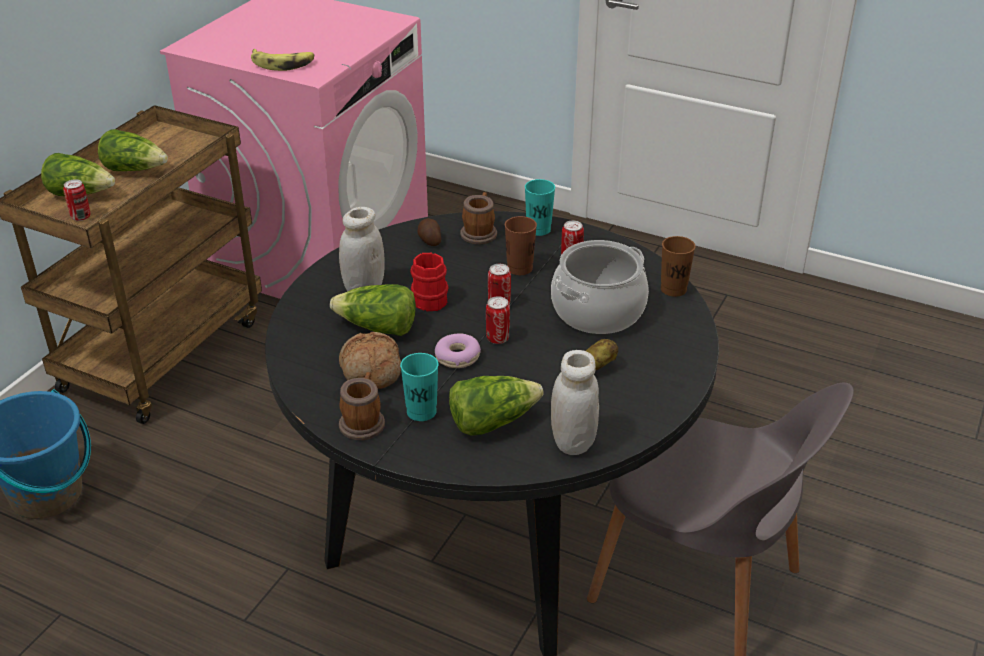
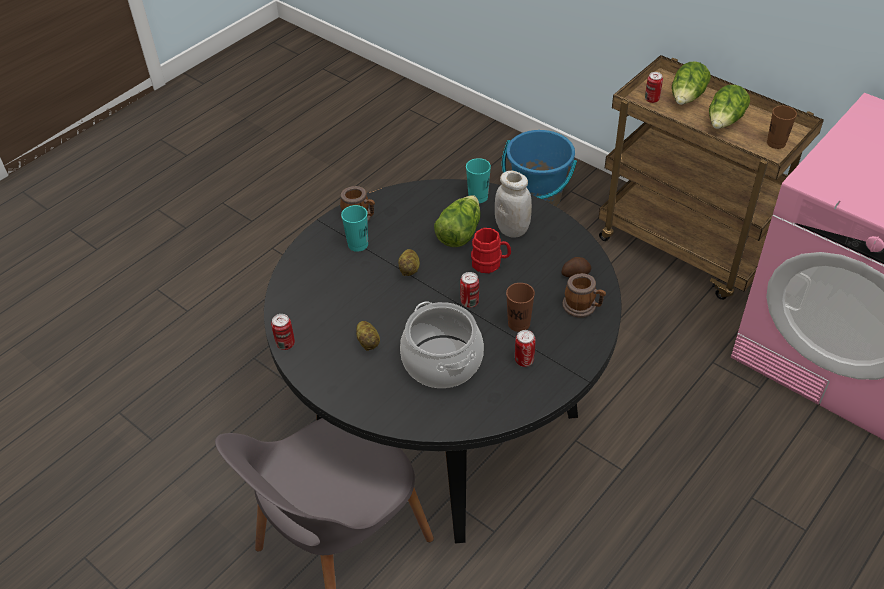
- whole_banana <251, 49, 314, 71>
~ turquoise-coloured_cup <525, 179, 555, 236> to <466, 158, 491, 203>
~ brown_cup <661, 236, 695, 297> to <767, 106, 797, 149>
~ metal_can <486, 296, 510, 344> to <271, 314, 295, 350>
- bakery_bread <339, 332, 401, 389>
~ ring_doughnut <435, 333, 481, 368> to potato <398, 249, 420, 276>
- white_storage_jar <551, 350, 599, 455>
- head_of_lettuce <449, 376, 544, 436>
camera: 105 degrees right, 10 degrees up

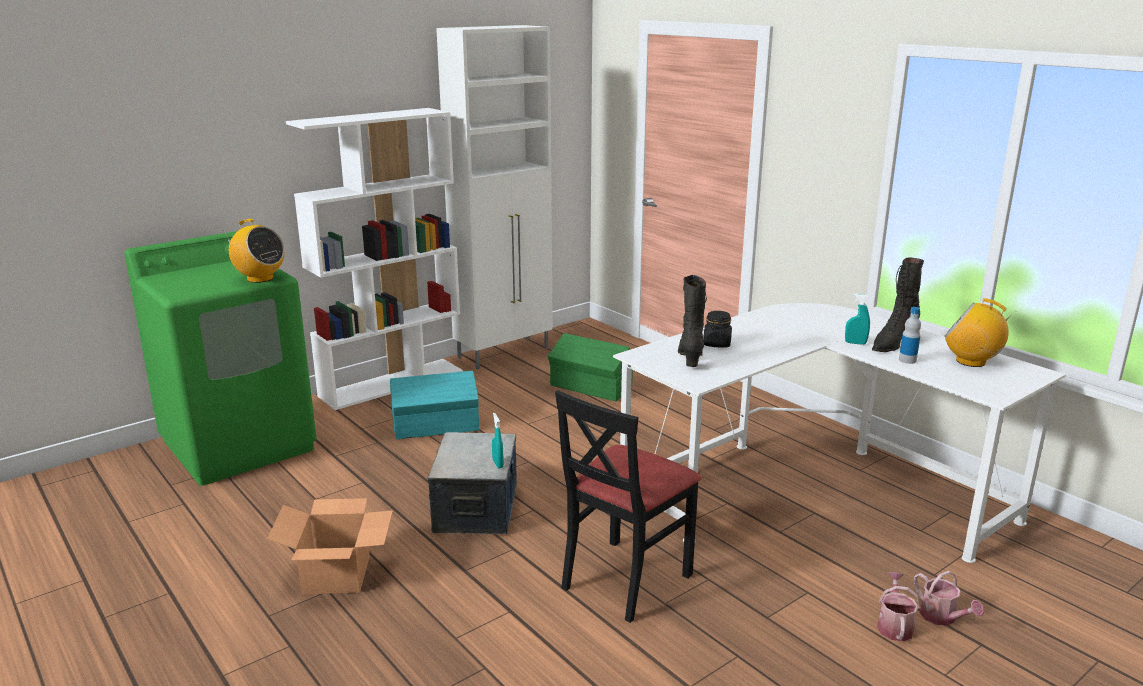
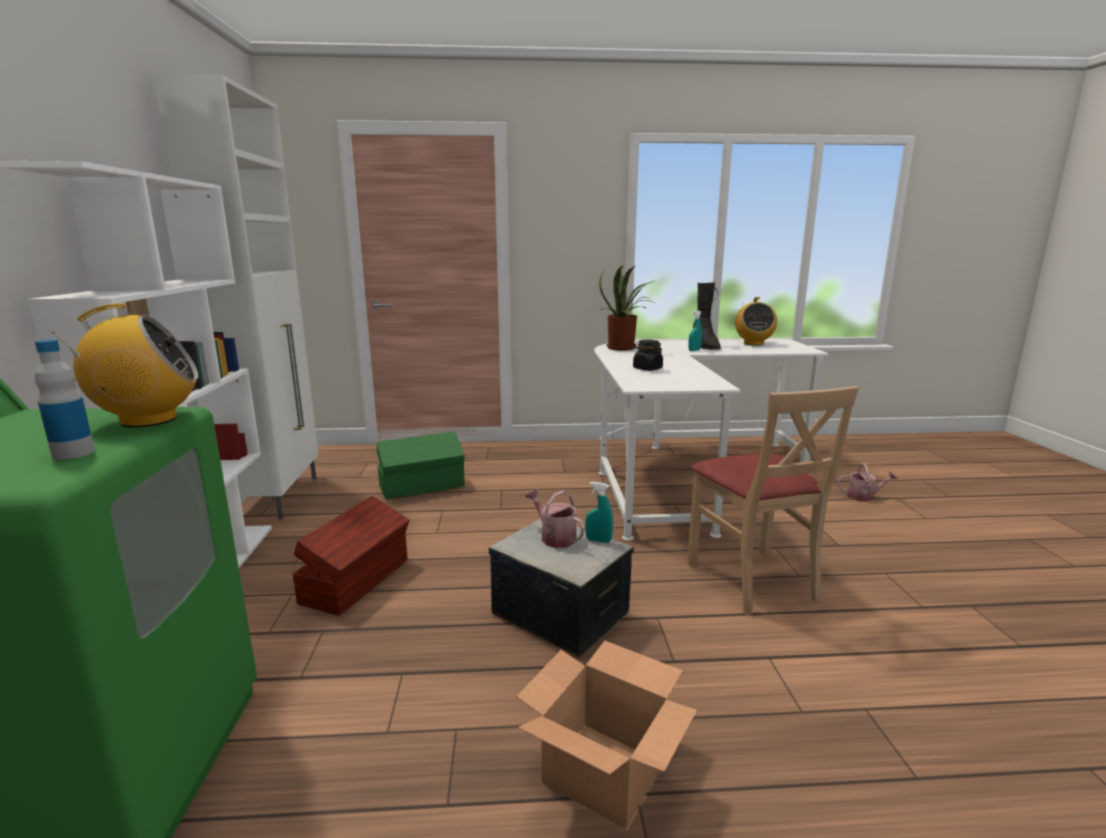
- black_high-top_boot <678, 275, 707, 367>
~ radio_set <944, 298, 1017, 367> = <735, 297, 777, 346> 60 degrees counterclockwise
~ drink_bottle <899, 307, 921, 364> to <34, 339, 95, 460>
~ turquoise-coloured_storage_container <390, 371, 479, 439> to brown_storage_container <293, 496, 410, 616>
~ black_upright_chair <555, 390, 702, 623> to beige_upright_chair <687, 386, 859, 615>
~ watering_pot <877, 572, 920, 641> to <525, 489, 585, 548>
+ plant_in_a_pot <599, 265, 657, 351>
camera: 55 degrees left, 5 degrees down

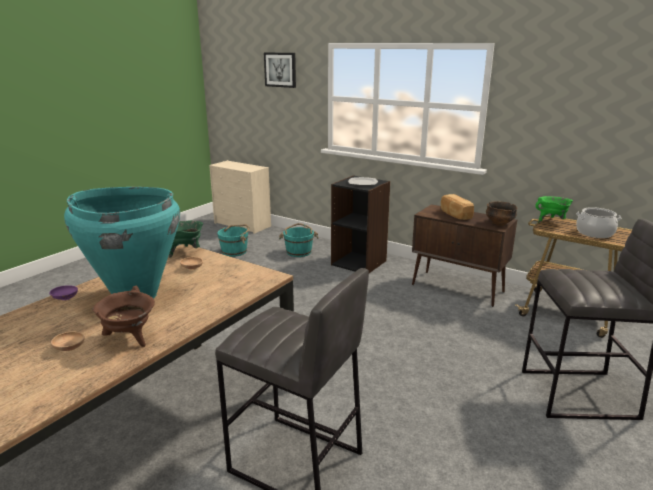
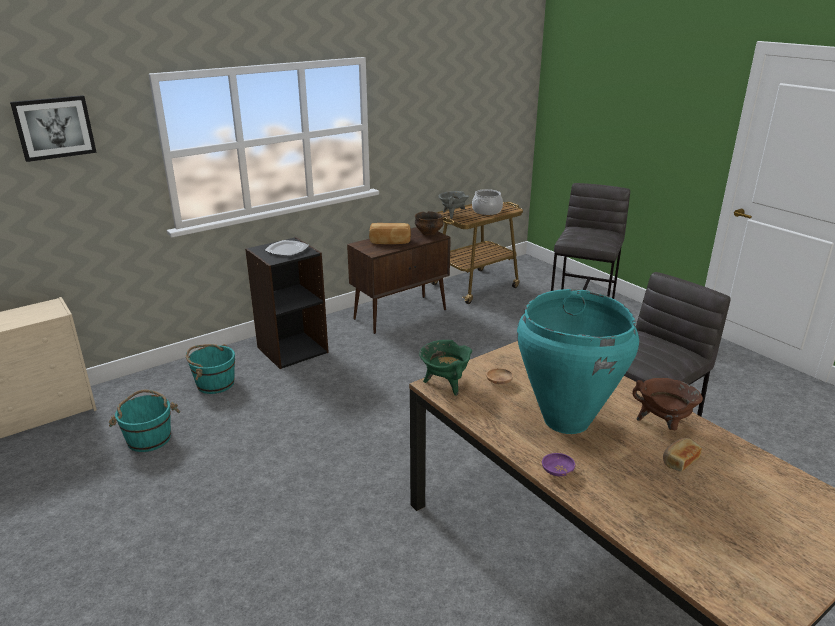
~ greenish_saucepot <535, 196, 573, 223> to greyish_saucepot <439, 191, 469, 219>
~ brown_bowl <51, 332, 85, 351> to bakery_bread <663, 438, 702, 472>
camera: 70 degrees left, 5 degrees up

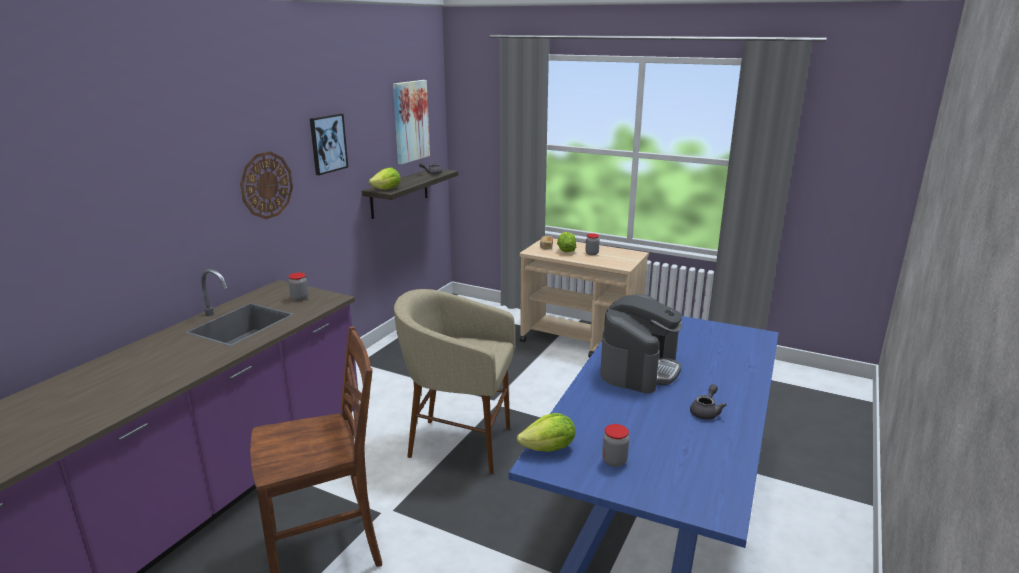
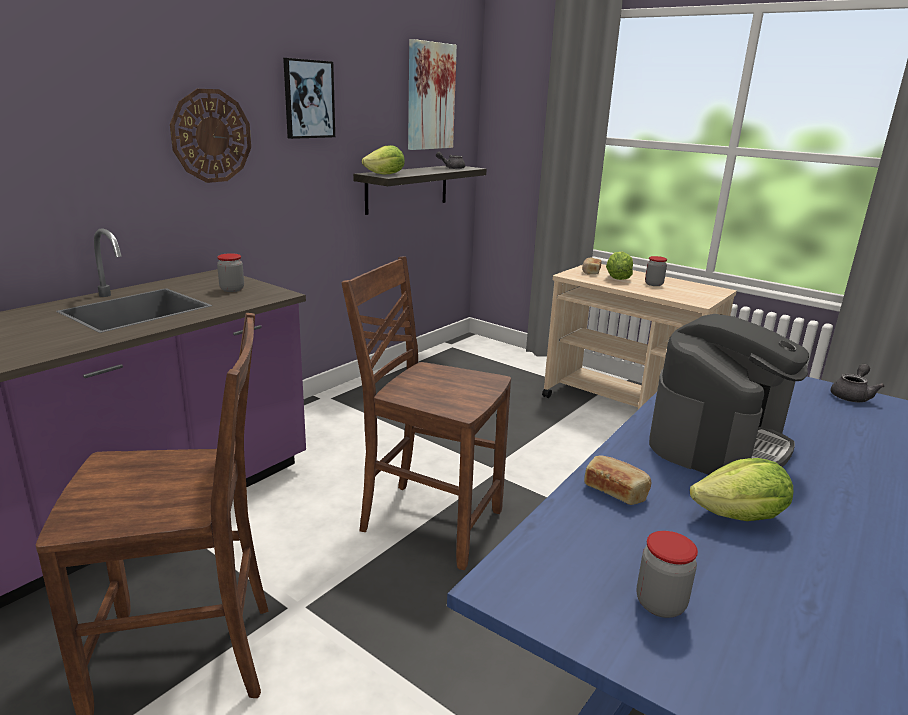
~ beige_stool_seat <394, 289, 515, 474> to brown_upright_chair <342, 256, 511, 570>
~ greyish_pot_for_tea <690, 384, 727, 420> to <831, 364, 884, 402>
~ head_of_lettuce <517, 413, 576, 452> to <690, 458, 793, 521>
+ bakery_bread <584, 455, 651, 505>
camera: 10 degrees right, 0 degrees up

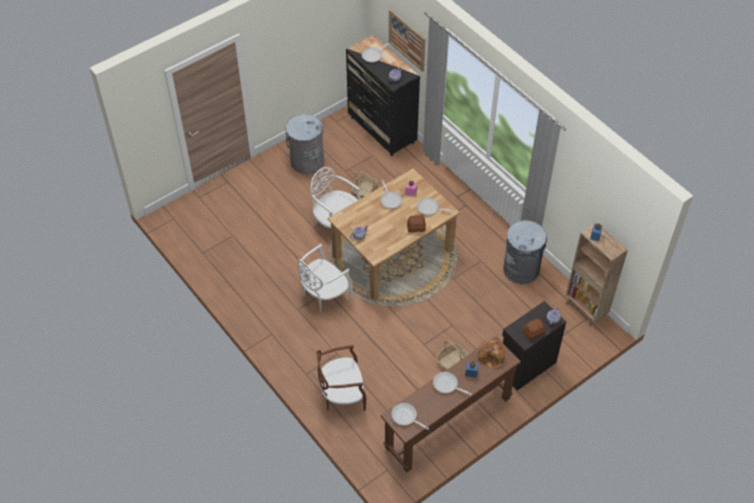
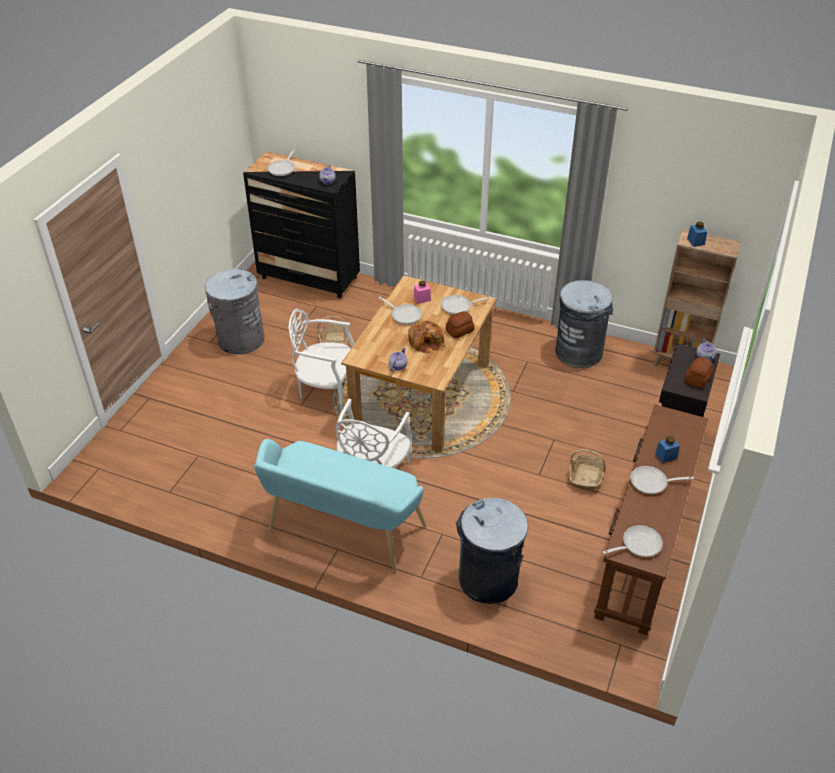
- wall_picture <389, 9, 426, 72>
~ bakery_bread <478, 340, 505, 368> to <408, 321, 446, 354>
~ brown_upright_chair <316, 345, 366, 411> to greyish_rubbish_bin <456, 498, 528, 604>
~ pan <391, 403, 429, 430> = <603, 525, 663, 557> 150 degrees clockwise
+ turquoise-coloured_bench <254, 439, 426, 574>
camera: 30 degrees left, 10 degrees down

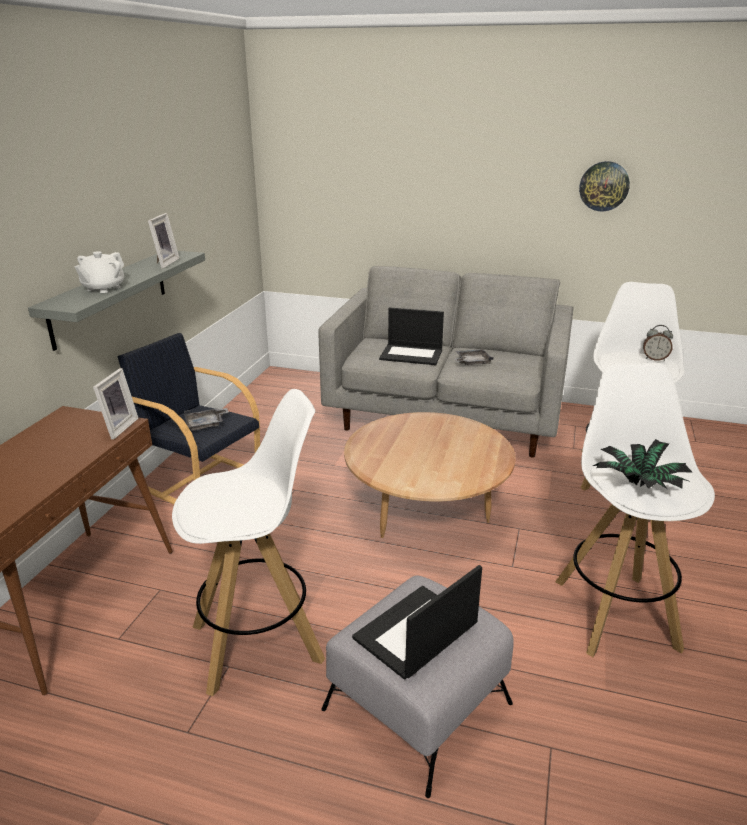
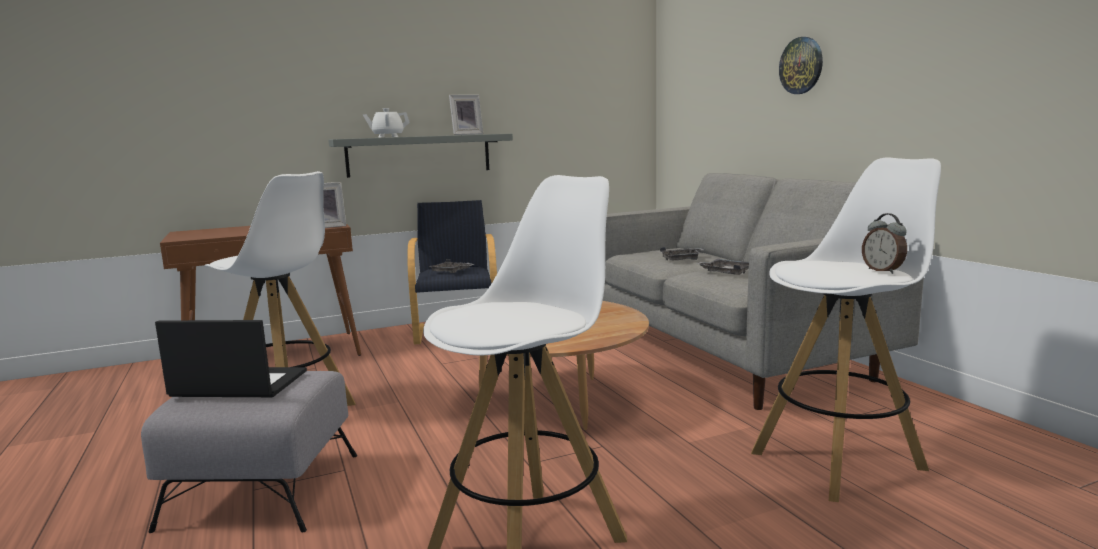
~ hanging_clock <579, 161, 630, 211> to <779, 37, 823, 94>
~ notebook_computer <379, 307, 444, 365> to greyish_carrying_tray <660, 247, 704, 261>
- plant_in_a_pot <593, 439, 692, 489>
camera: 50 degrees right, 15 degrees down

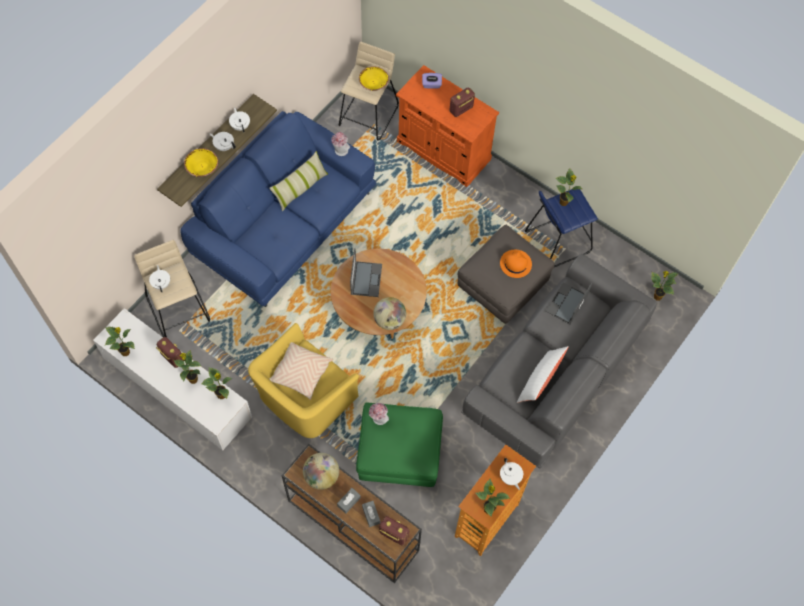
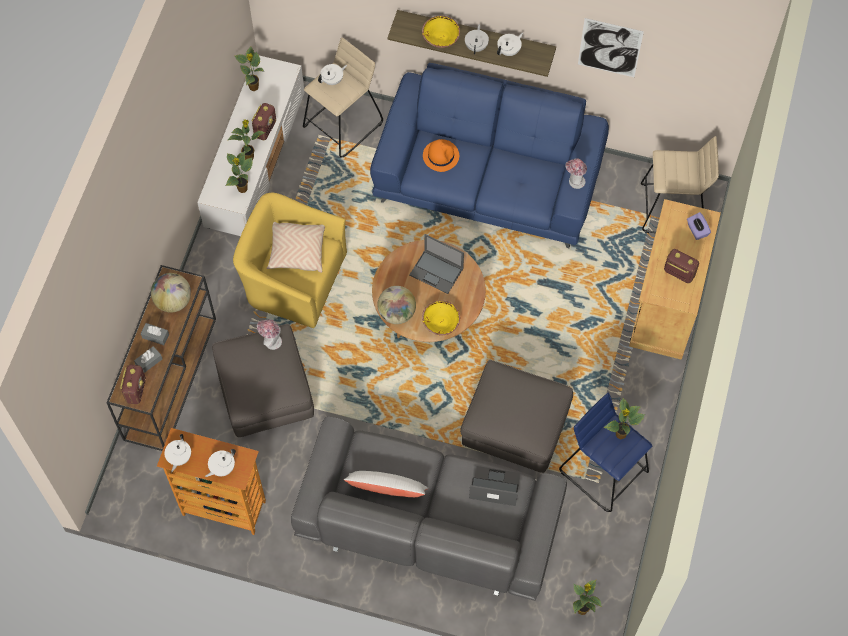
~ orange_storage_cabinet <396, 65, 499, 187> to beige_storage_cabinet <629, 199, 721, 360>
~ yellow_bowl <359, 66, 389, 91> to <422, 300, 460, 336>
- pillow <270, 151, 328, 211>
~ notebook_computer <350, 248, 382, 297> = <409, 234, 464, 294> 45 degrees clockwise
~ orange_hat <500, 250, 532, 278> to <423, 139, 459, 172>
~ greenish_ottoman <356, 402, 443, 487> to greyish_ottoman <212, 324, 314, 437>
~ plant_in_a_pot <476, 479, 511, 517> to white_pot_for_tea <164, 434, 191, 472>
+ wall_picture <578, 18, 644, 77>
camera: 70 degrees right, 0 degrees up

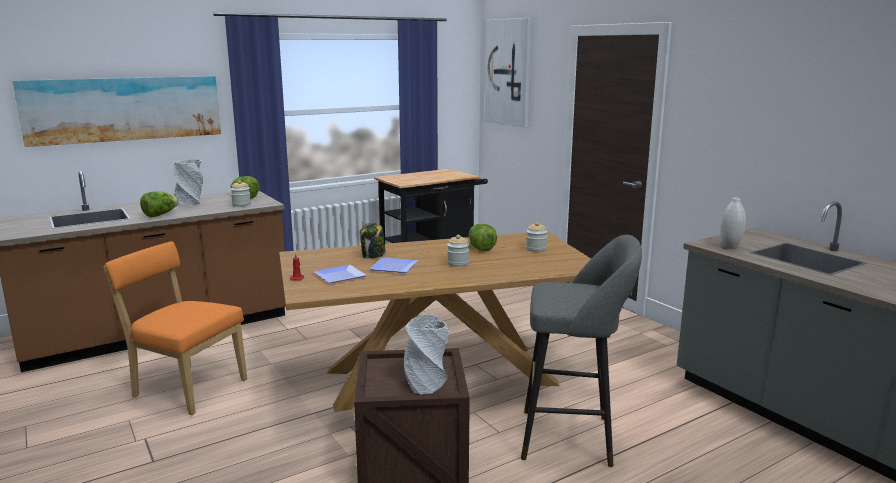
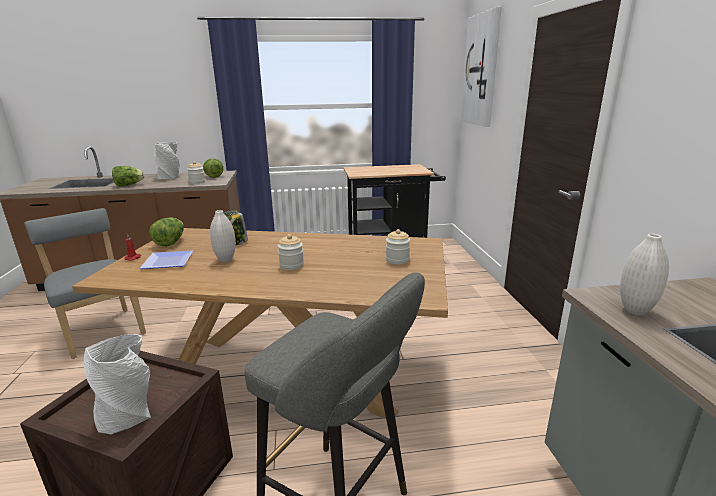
- wall_picture <13, 76, 221, 147>
~ head_of_lettuce <469, 224, 497, 251> to <149, 217, 184, 247>
~ orange_upright_chair <103, 241, 247, 415> to greyish_upright_chair <24, 208, 146, 359>
~ plate <369, 257, 418, 273> to white_vase <210, 210, 236, 262>
camera: 25 degrees right, 5 degrees up

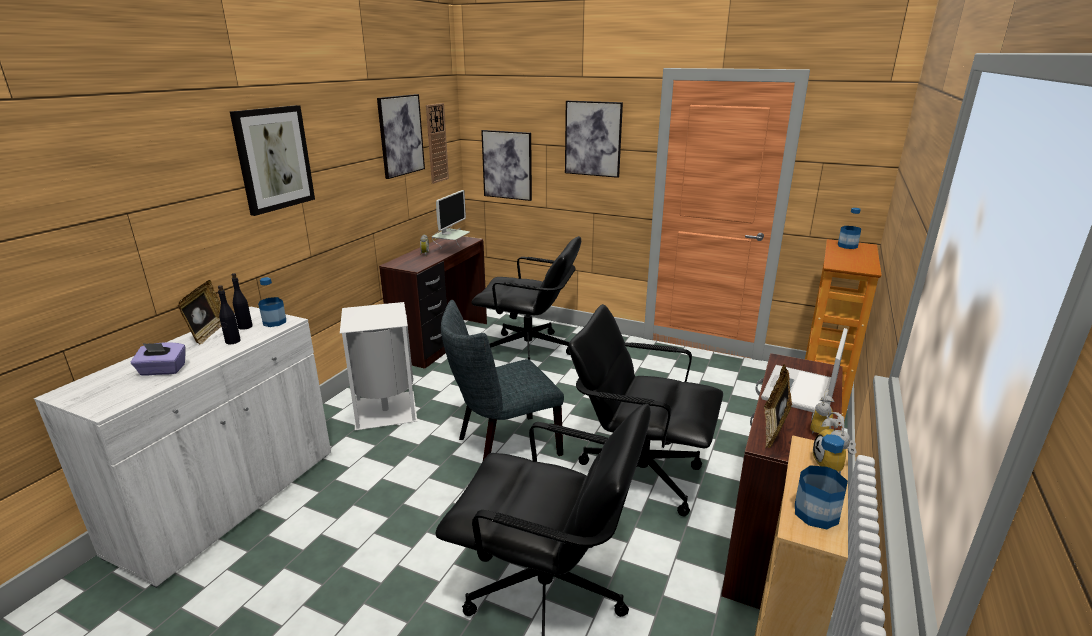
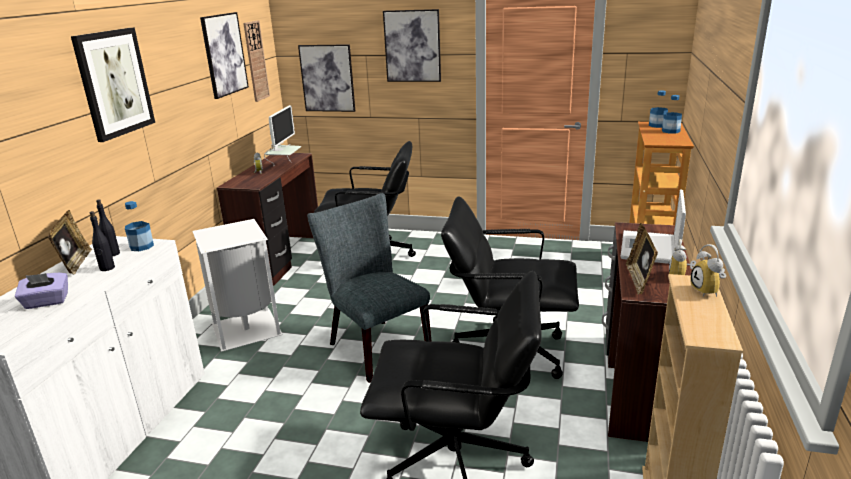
~ greyish_upright_chair <441, 300, 564, 460> = <307, 193, 431, 383> 90 degrees clockwise
~ drink_bottle <795, 434, 848, 529> to <662, 95, 682, 133>
camera: 10 degrees left, 0 degrees up

